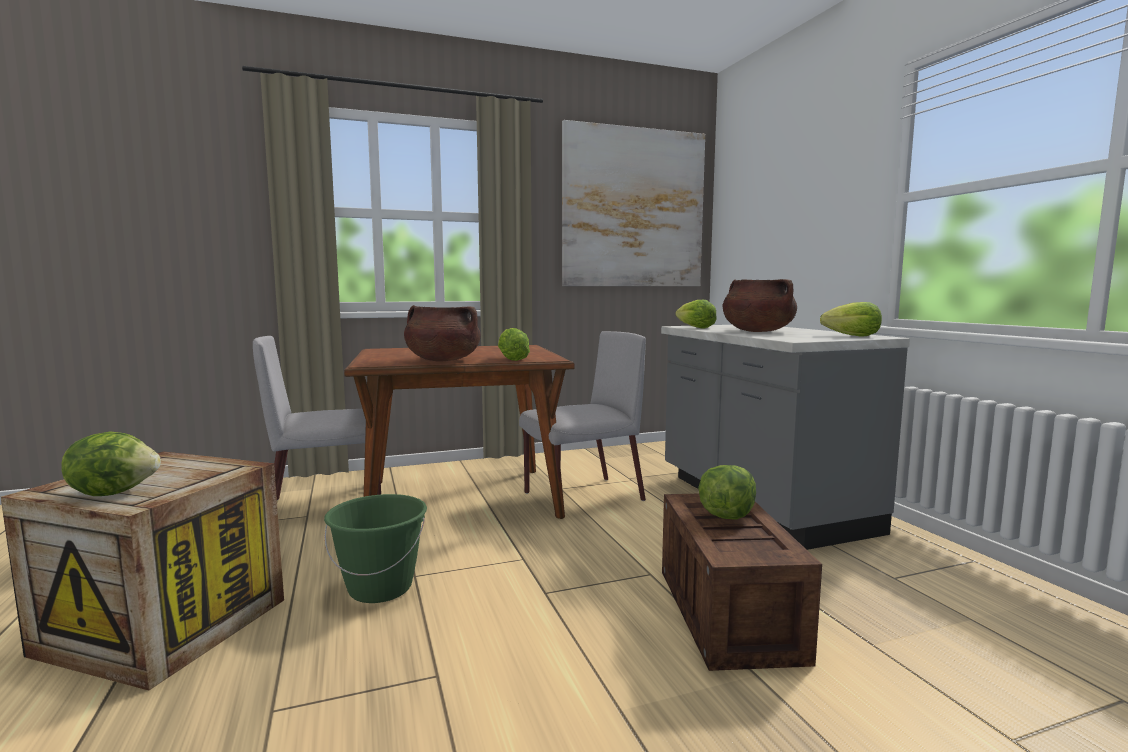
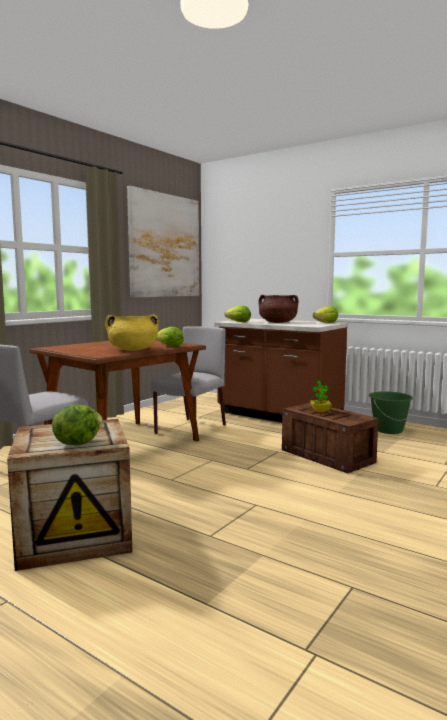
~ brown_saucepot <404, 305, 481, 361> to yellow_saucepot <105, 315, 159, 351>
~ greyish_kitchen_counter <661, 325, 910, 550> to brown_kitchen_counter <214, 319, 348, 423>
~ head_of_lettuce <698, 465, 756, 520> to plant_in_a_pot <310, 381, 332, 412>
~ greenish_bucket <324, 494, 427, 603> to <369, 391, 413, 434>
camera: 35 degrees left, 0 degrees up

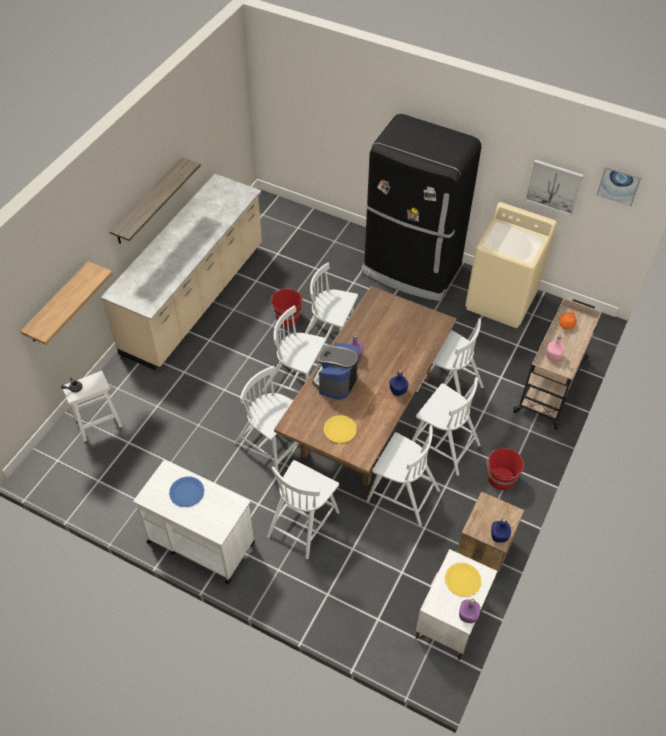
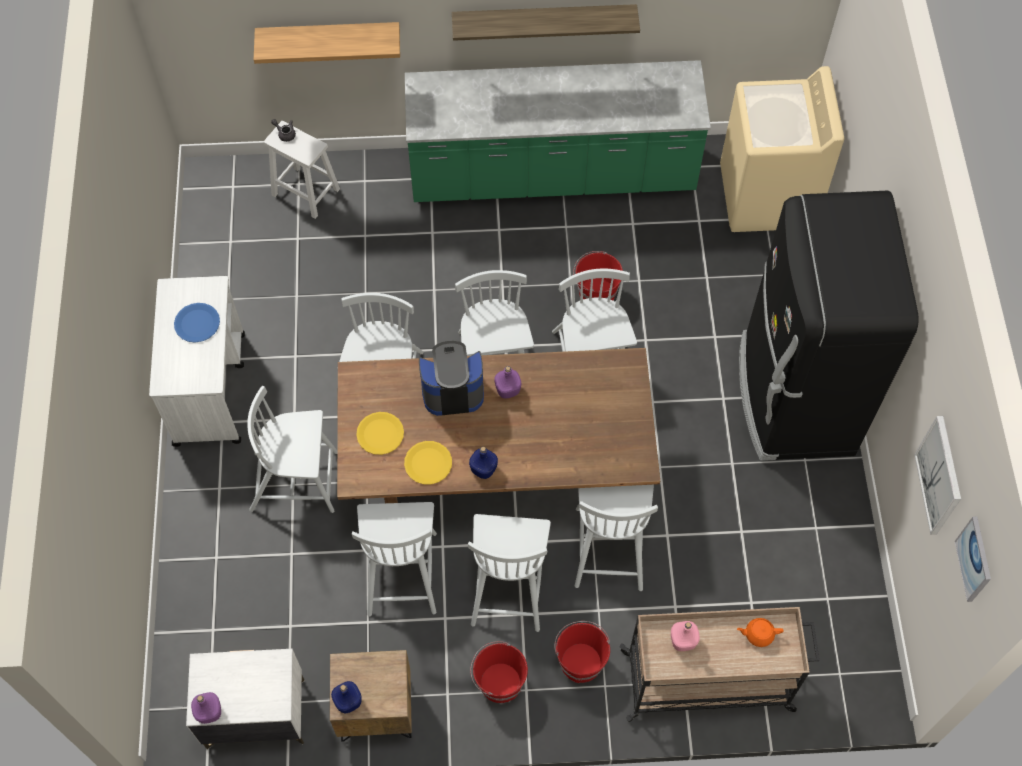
~ beige_kitchen_counter <101, 174, 262, 370> to greenish_kitchen_counter <405, 60, 711, 202>
~ beige_laundry_appliance <465, 202, 557, 328> to <720, 66, 844, 232>
~ yellow_plate <445, 563, 481, 597> to <404, 441, 452, 485>
+ red_bucket <555, 621, 610, 683>
camera: 60 degrees right, 10 degrees up

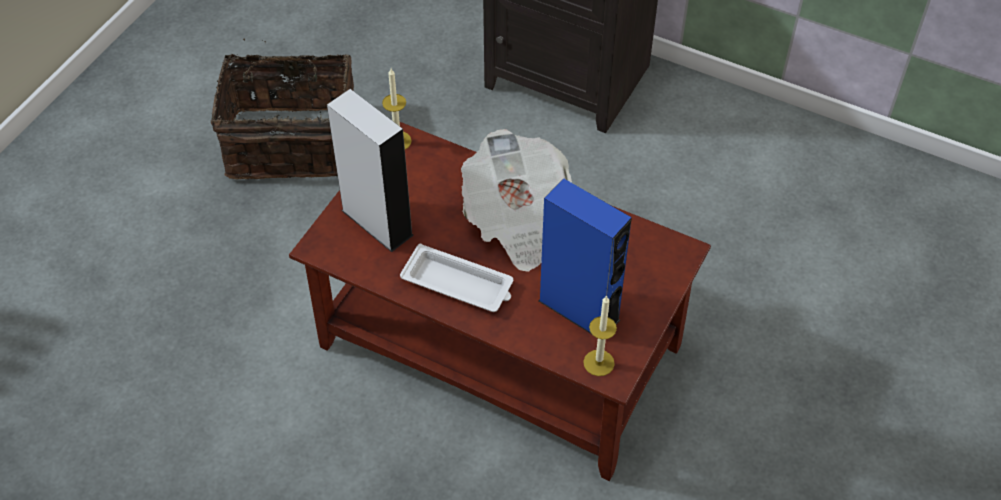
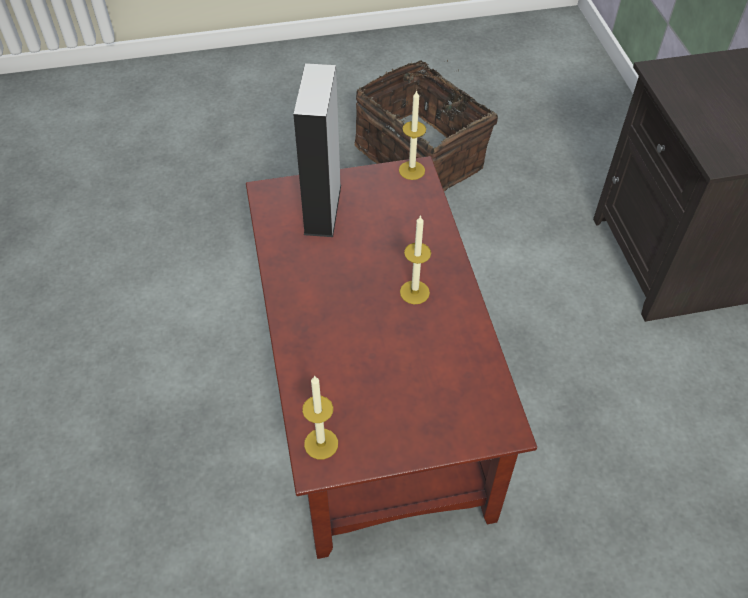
~ daily_paper <461, 129, 572, 272> to candle <400, 215, 431, 304>
- blue_speaker <538, 178, 632, 334>
- white_carrying_tray <400, 244, 513, 312>
camera: 50 degrees right, 0 degrees up

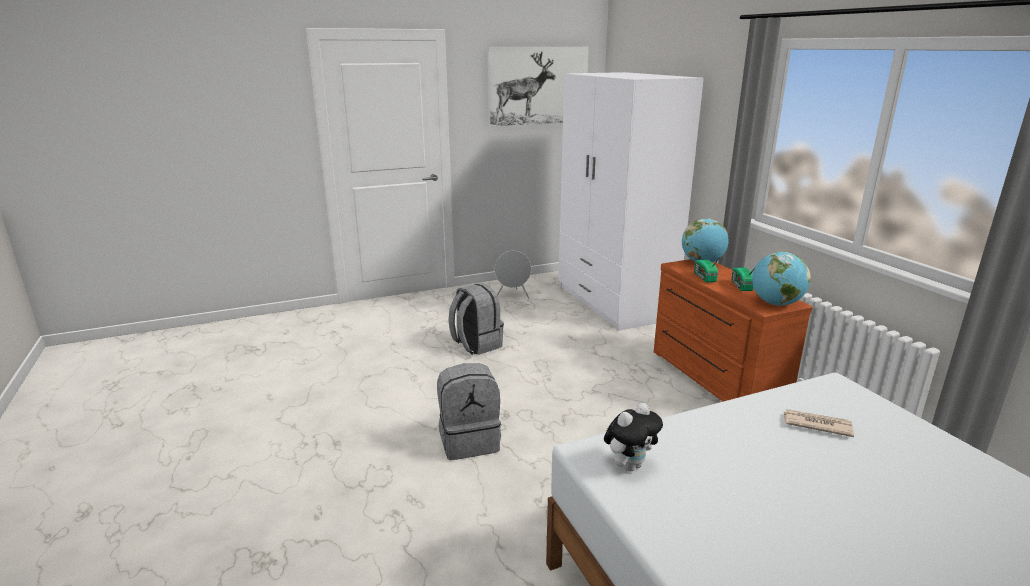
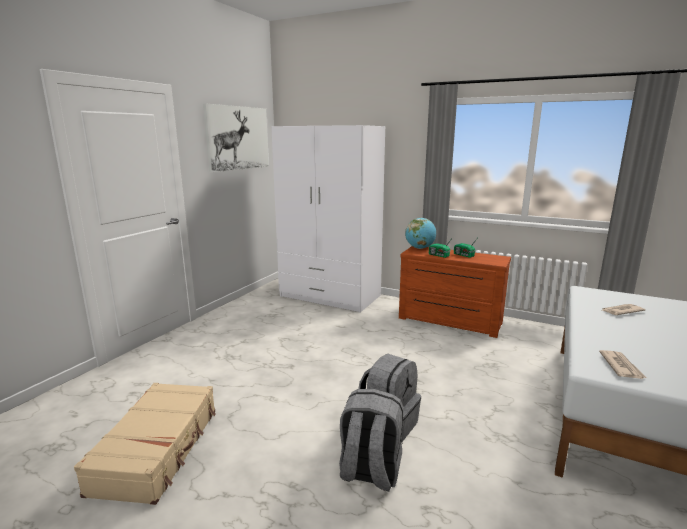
- greyish_speaker <495, 251, 531, 299>
- world_globe <752, 252, 811, 306>
~ greyish_backpack <449, 283, 504, 355> to <339, 389, 404, 492>
~ cuddly_toy <604, 403, 663, 471> to daily_paper <599, 350, 647, 379>
+ beige_piece_of_luggage <74, 383, 216, 505>
camera: 40 degrees left, 5 degrees down

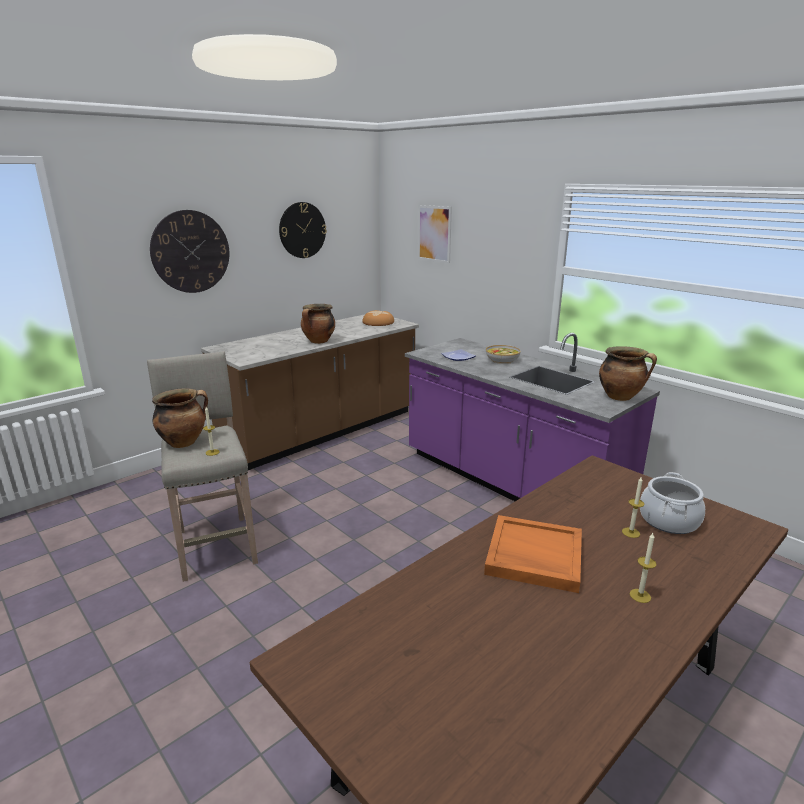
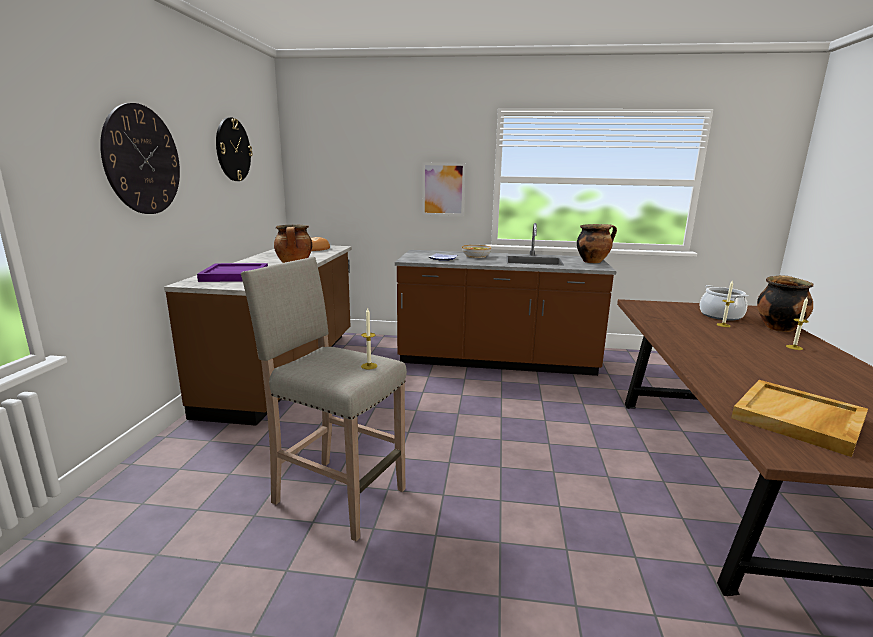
~ wall_picture <418, 205, 452, 264> to <422, 163, 465, 216>
~ purplish_kitchen_counter <405, 333, 660, 501> to brown_kitchen_counter <395, 223, 616, 376>
~ saucepot <152, 388, 208, 448> to <757, 275, 814, 332>
- orange_carrying_tray <484, 515, 582, 593>
+ purplish_carrying_tray <197, 263, 268, 282>
+ beige_carrying_tray <731, 380, 868, 457>
camera: 40 degrees left, 5 degrees down

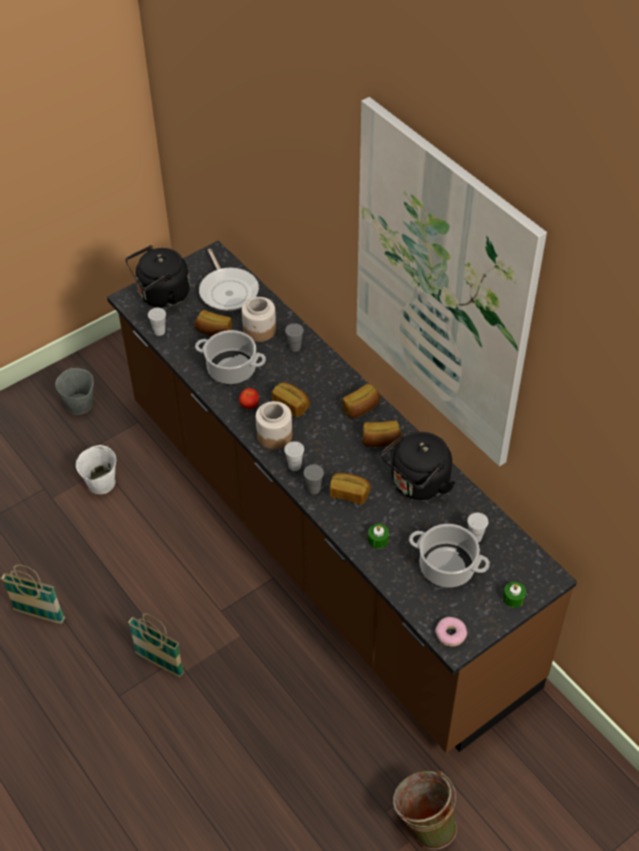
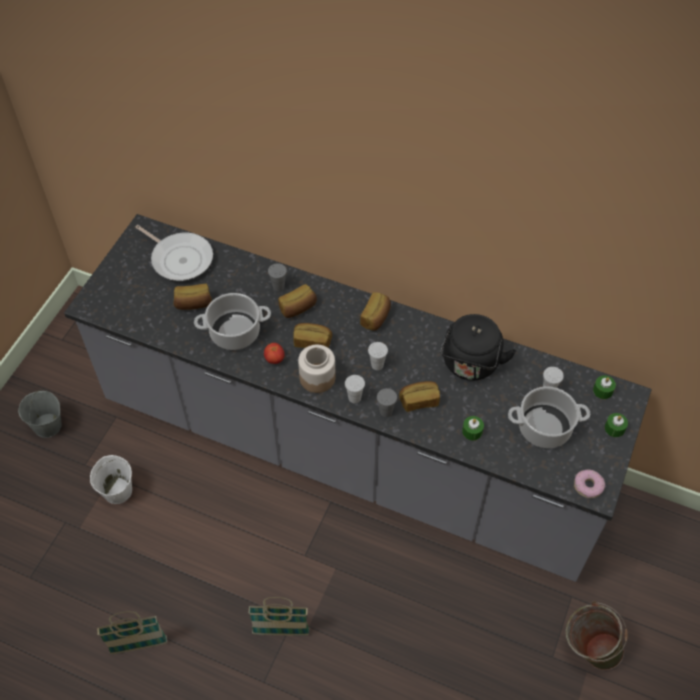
- wall_picture <356, 97, 547, 466>
~ brown_kitchen_counter <107, 241, 577, 753> to greyish_kitchen_counter <64, 214, 651, 582>
- black_tea_kettle <125, 245, 190, 308>
- storage_jar <242, 297, 276, 342>
~ white_cup <148, 308, 166, 336> to <368, 342, 388, 370>
~ bakery_bread <362, 421, 401, 447> to <278, 284, 317, 318>
+ greenish_candle <593, 375, 616, 399>
camera: 30 degrees left, 5 degrees up

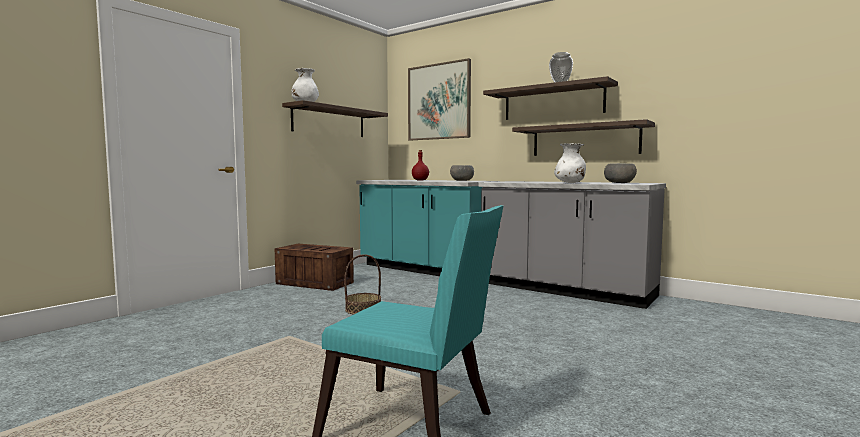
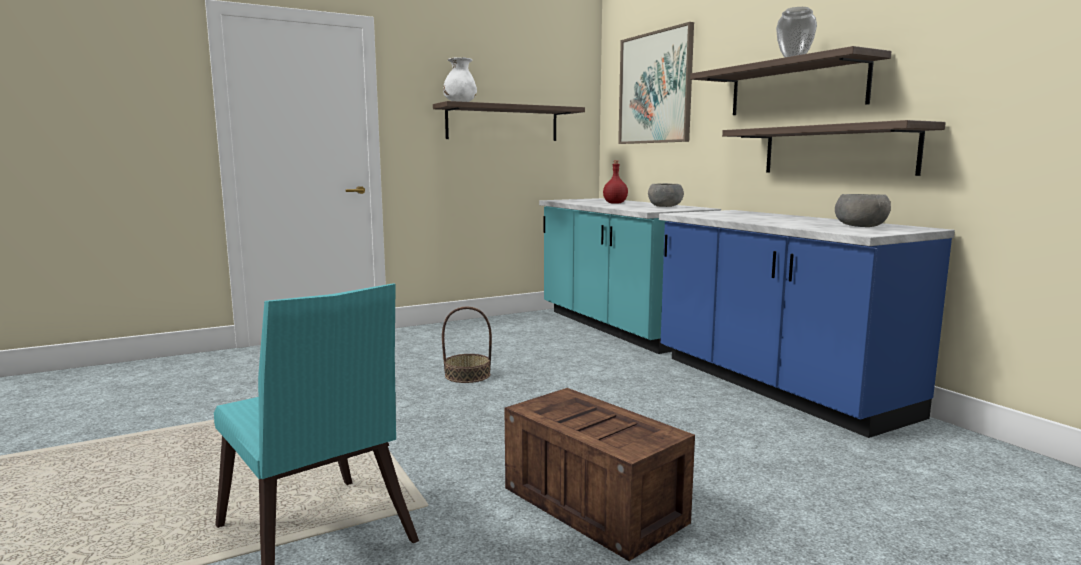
- white_vase <554, 143, 586, 183>
~ greyish_kitchen_counter <478, 181, 666, 309> to blue_kitchen_counter <659, 210, 955, 438>
~ crate <275, 244, 354, 291> to <504, 388, 695, 561>
camera: 25 degrees right, 5 degrees up

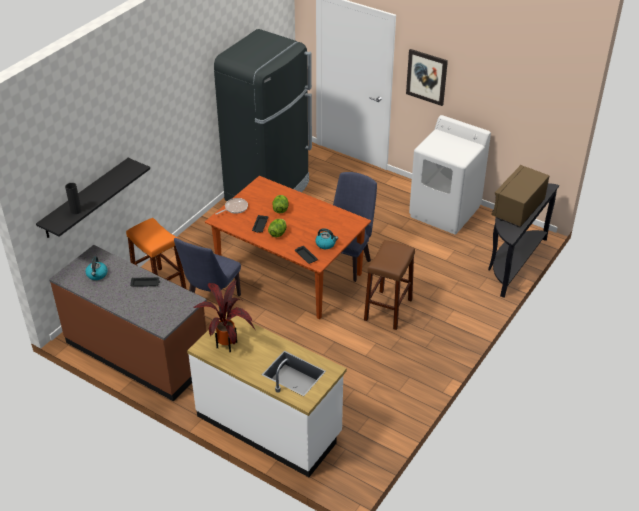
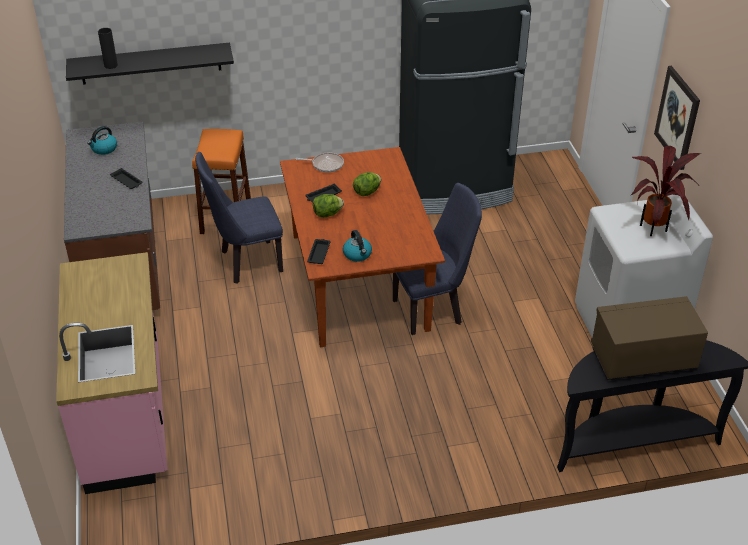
- brown_stool_seat <364, 240, 415, 330>
~ plant_in_a_pot <193, 280, 256, 352> to <631, 146, 701, 237>
~ white_kitchen_counter <187, 313, 347, 477> to pink_kitchen_counter <56, 252, 167, 494>
camera: 45 degrees right, 0 degrees up

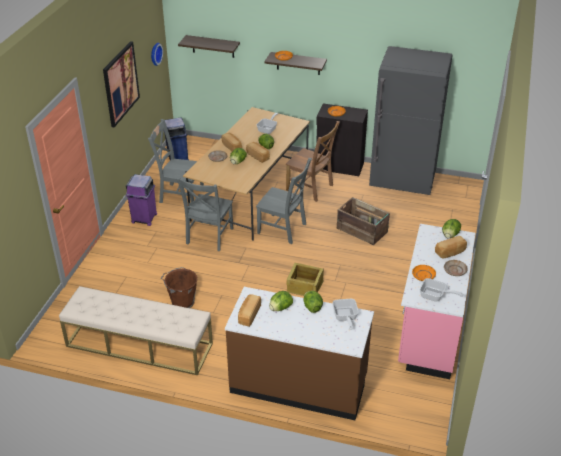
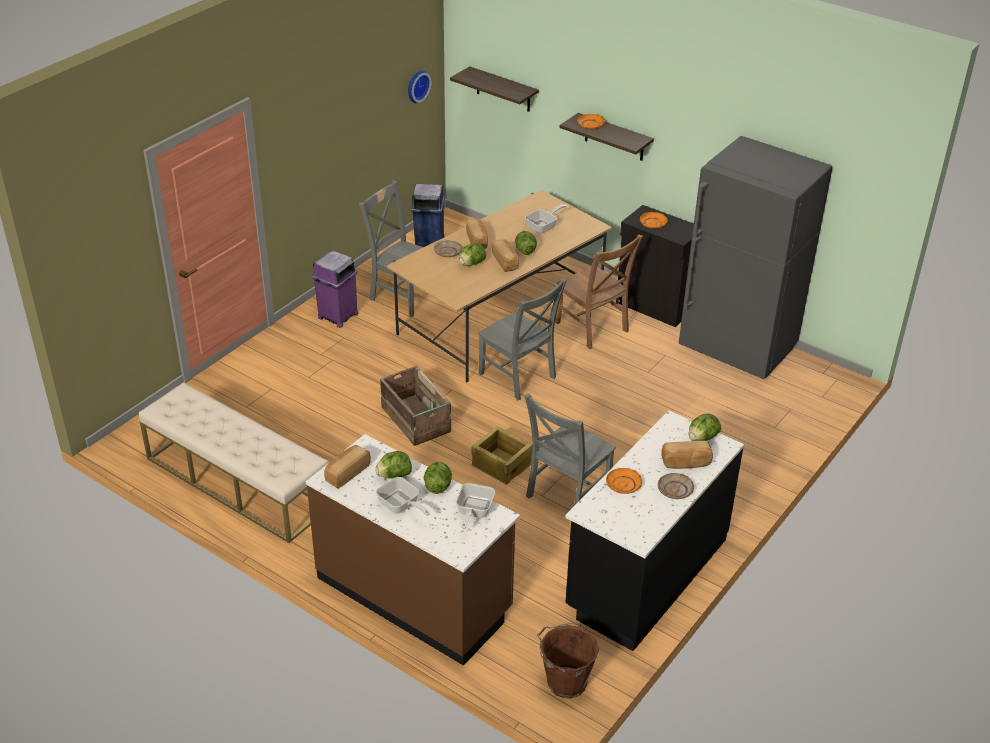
- wall_picture <103, 41, 140, 128>
~ greyish_upright_chair <177, 177, 233, 251> to <524, 393, 616, 506>
~ crate <337, 197, 390, 245> to <380, 366, 451, 446>
~ pink_kitchen_counter <398, 224, 476, 379> to black_kitchen_counter <565, 411, 744, 651>
~ brown_bucket <161, 267, 197, 308> to <537, 623, 599, 698>
~ pan <420, 278, 463, 302> to <376, 477, 430, 516>
camera: 20 degrees right, 0 degrees up

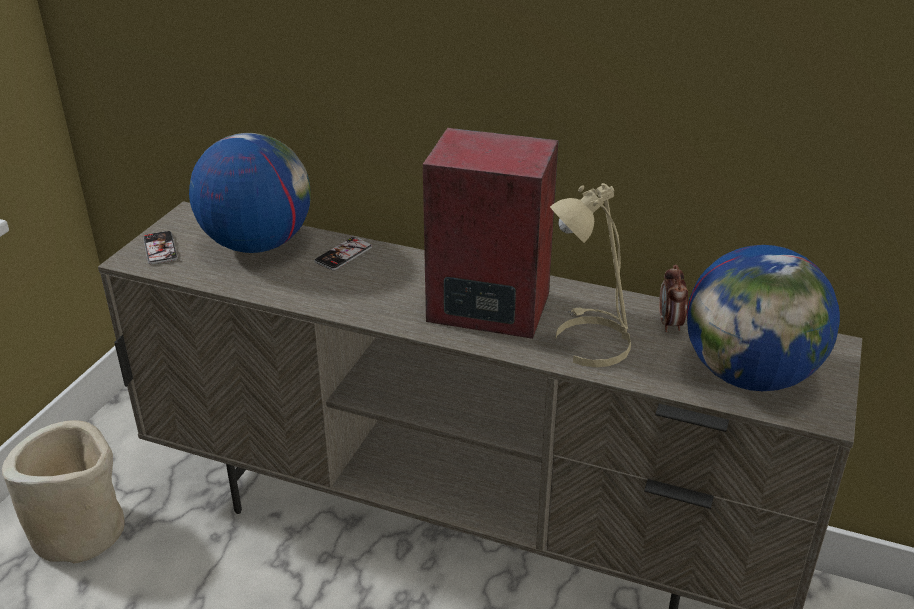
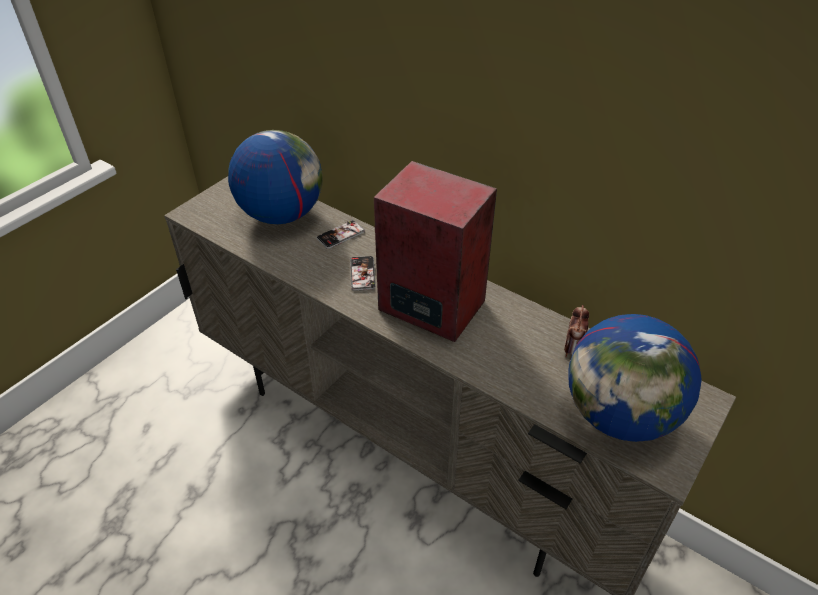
- beige_lamp_for_a_table <550, 183, 631, 367>
~ phone <143, 231, 178, 265> to <350, 256, 376, 291>
- beige_planter <2, 420, 124, 563>
camera: 15 degrees right, 10 degrees up

